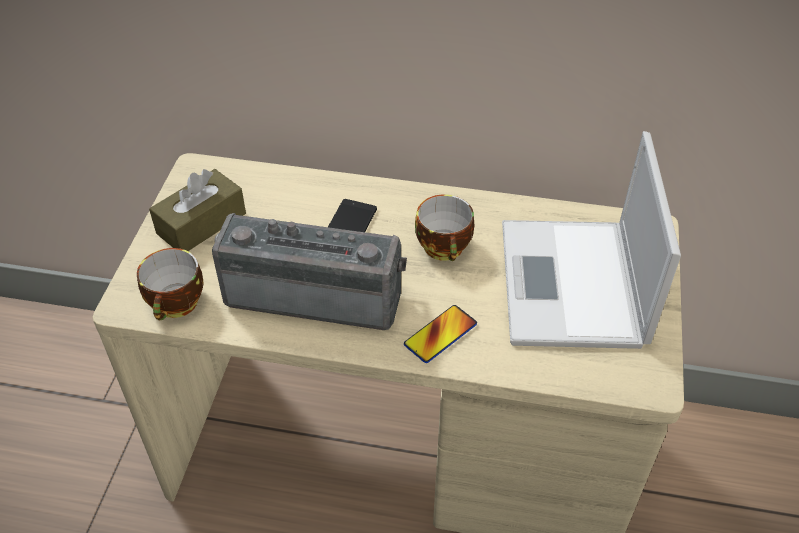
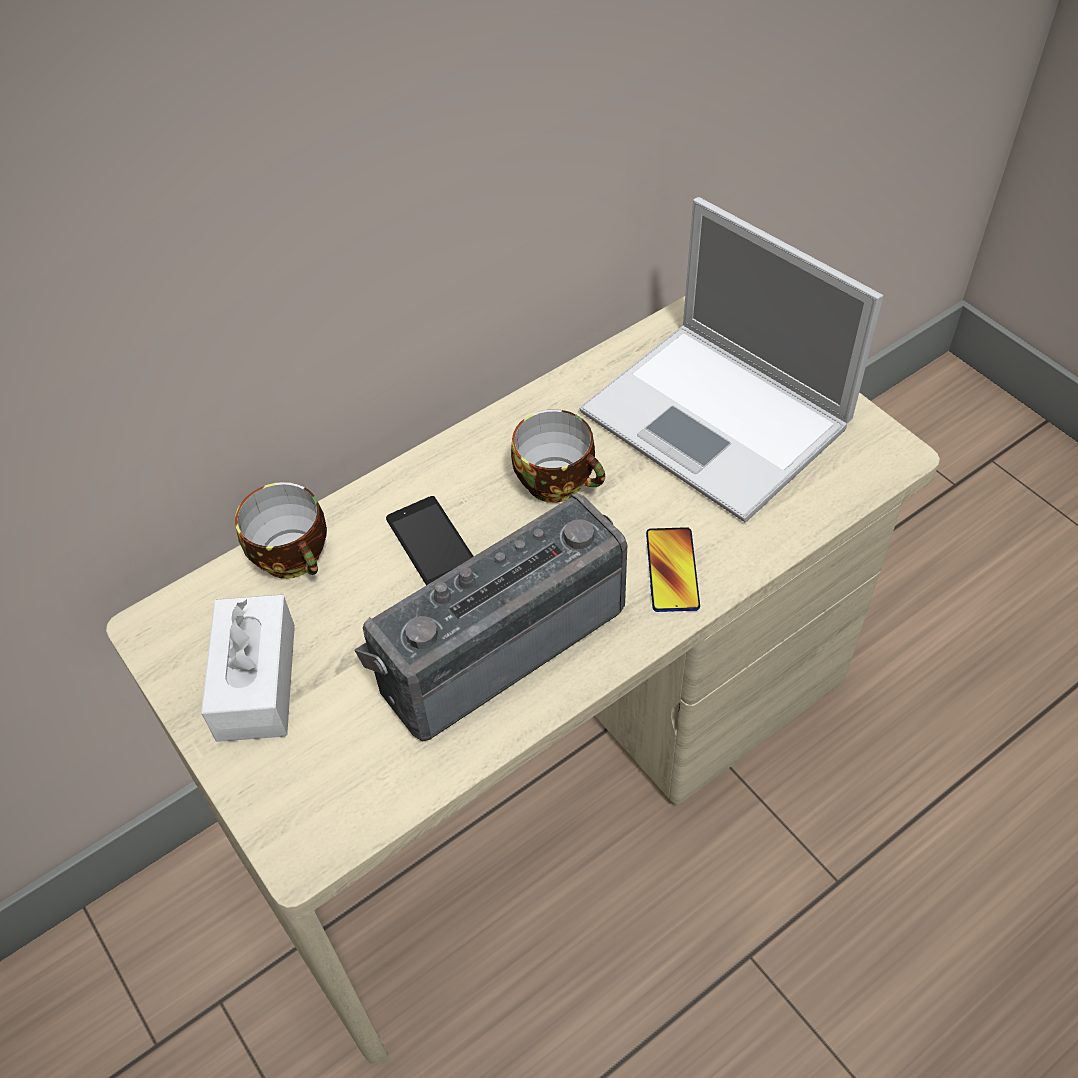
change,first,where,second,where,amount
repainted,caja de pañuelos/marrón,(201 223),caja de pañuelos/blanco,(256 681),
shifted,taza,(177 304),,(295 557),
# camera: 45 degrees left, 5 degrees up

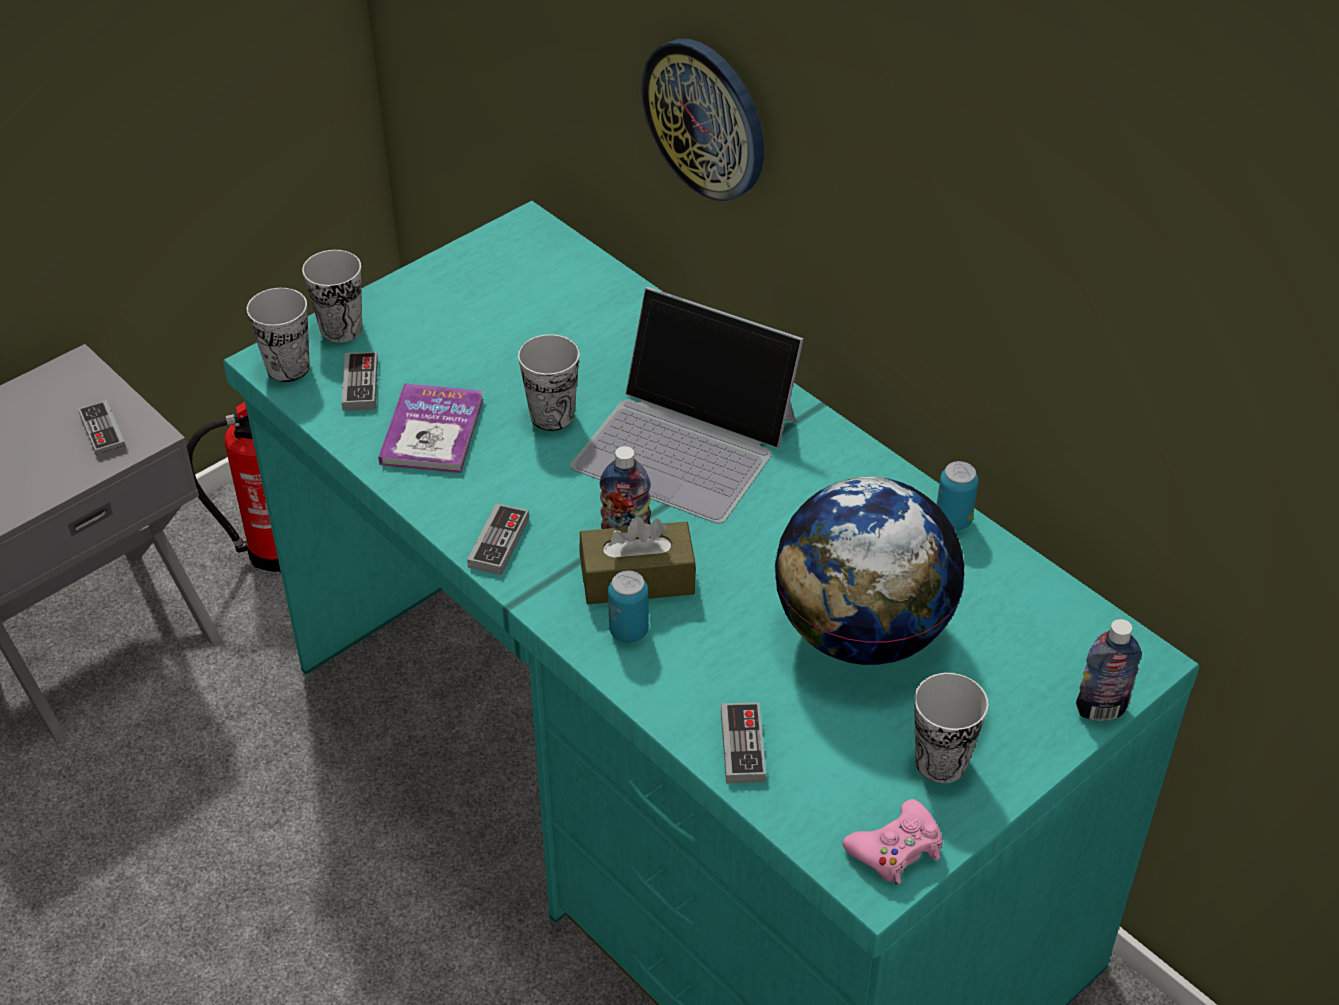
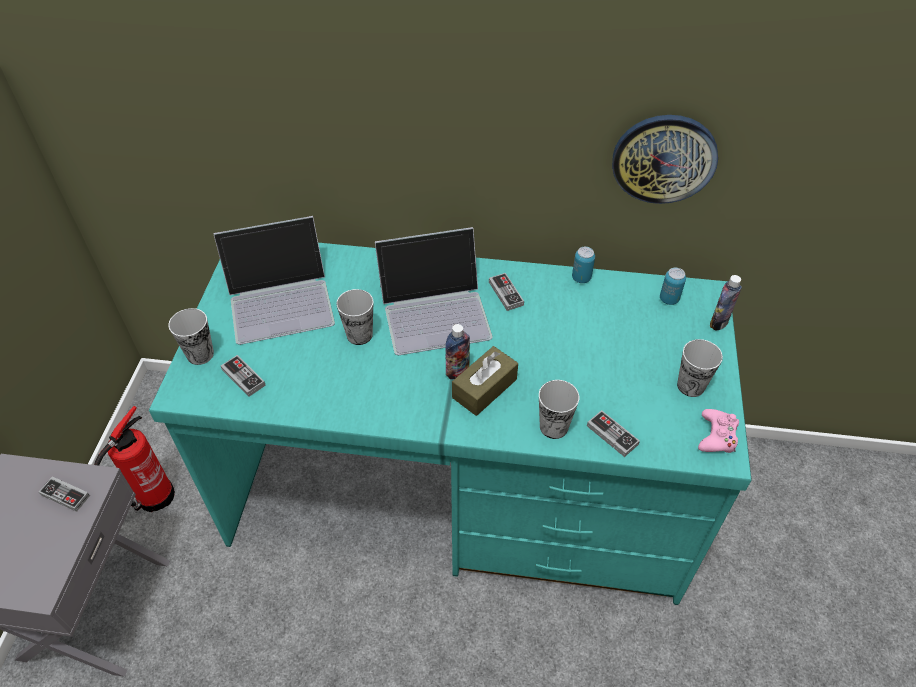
change,first,where,second,where,amount
new,,,portátil,(281 299),
shifted,mando de consola,(499 542),,(506 293),
shifted,taza,(288 368),,(553 427),
shifted,reloj de pared,(706 118),,(664 158),
shifted,lata,(629 631),,(669 299),
gone,libro,(432 431),,,
gone,globo terráqueo,(861 633),,,
# camera: 40 degrees left, 5 degrees up

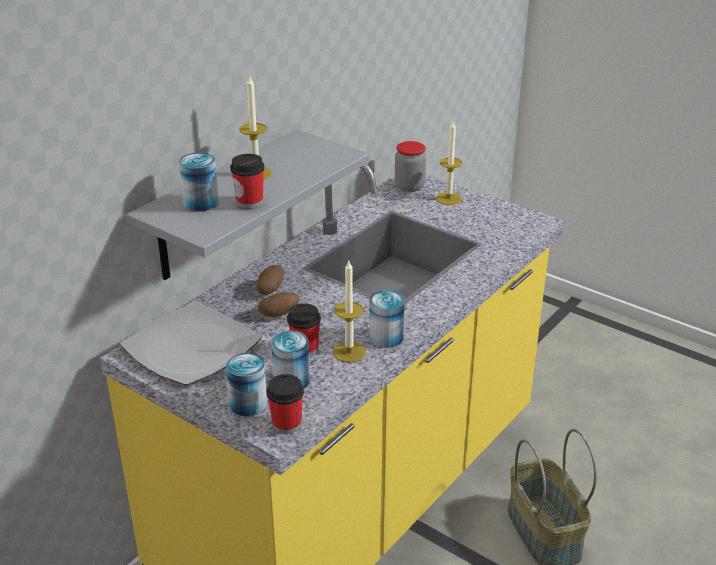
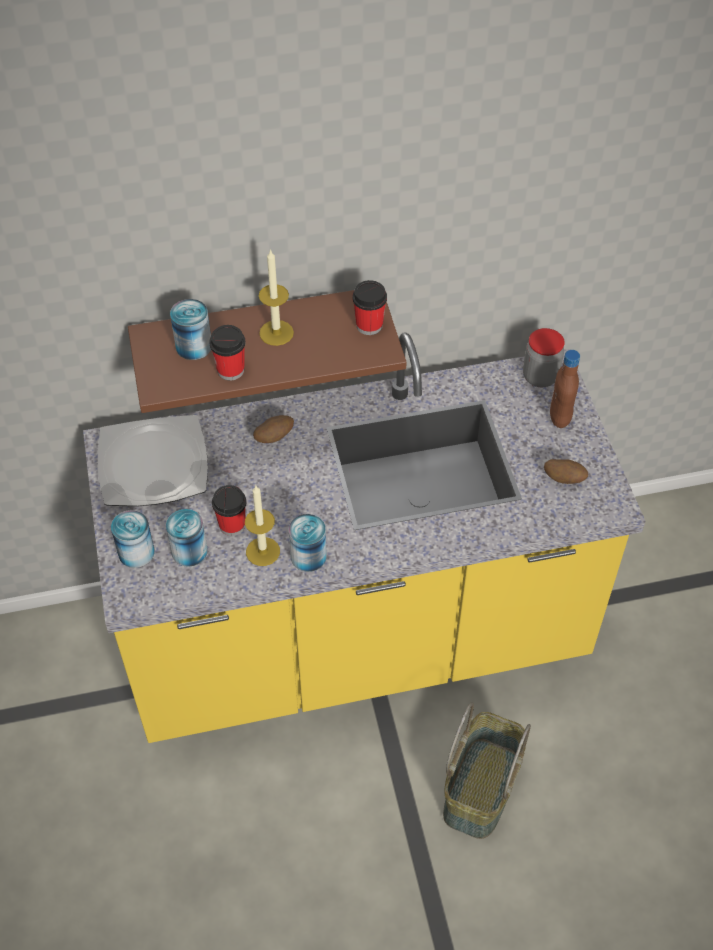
change,first,where,second,where,amount
repainted,estante/gris,(221 206),estante/marrón,(259 337),
shifted,taza,(286 424),,(369 325),
shifted,patata,(279 314),,(564 479),
swapped,vela,(448 198),botella/marrón,(560 417),
# camera: 40 degrees right, 20 degrees up

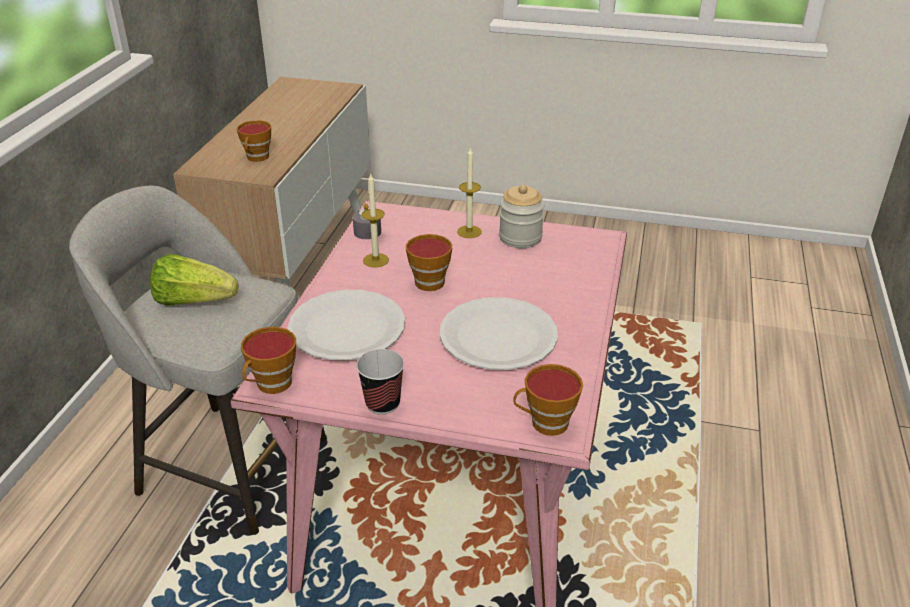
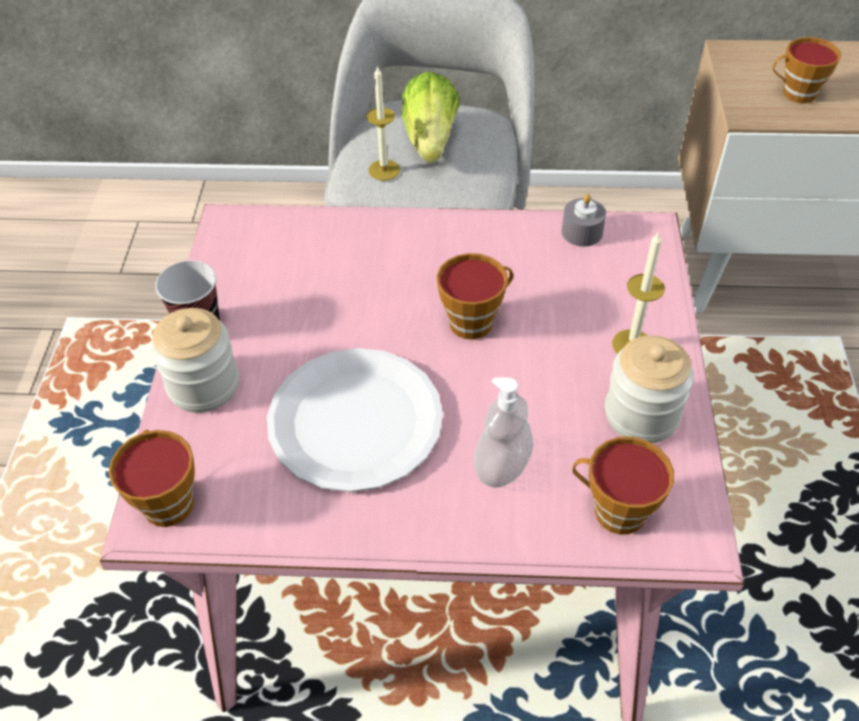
change,first,where,second,where,amount
new,,,tarro,(203 385),
shifted,vela,(376 260),,(384 170),
new,,,dispensador de jabón,(502 466),
shifted,taza,(271 385),,(613 510),
gone,plato/blanco,(347 327),,,
# camera: 80 degrees right, 15 degrees up

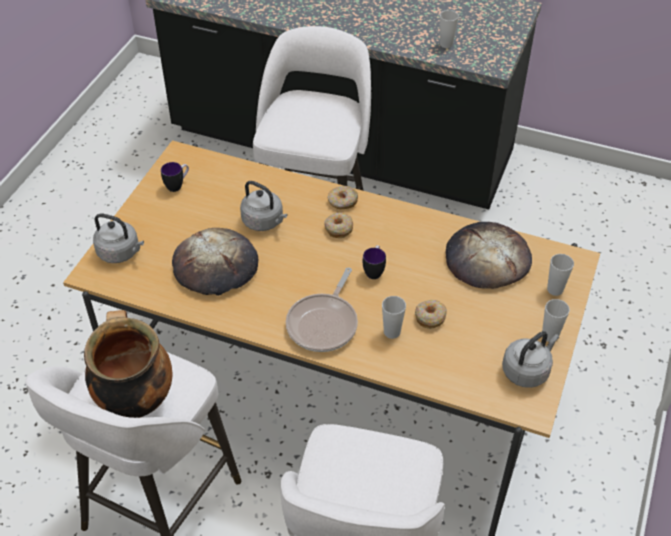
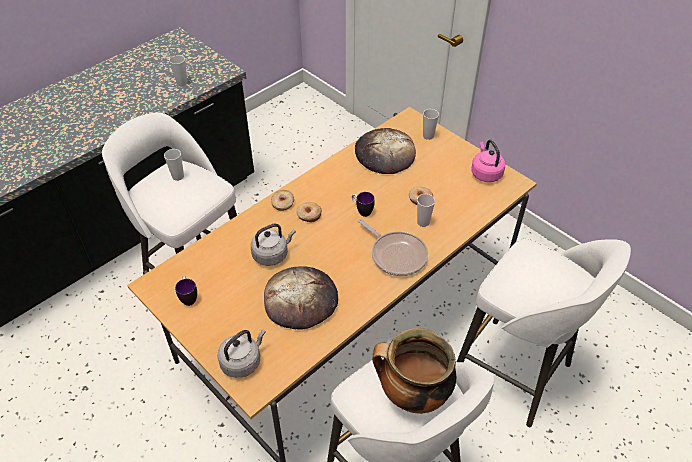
change,first,where,second,where,amount
shifted,taza,(550 335),,(178 176),
repainted,hervidor/gris,(527 371),hervidor/rosa,(485 173),
# camera: 65 degrees left, 0 degrees up

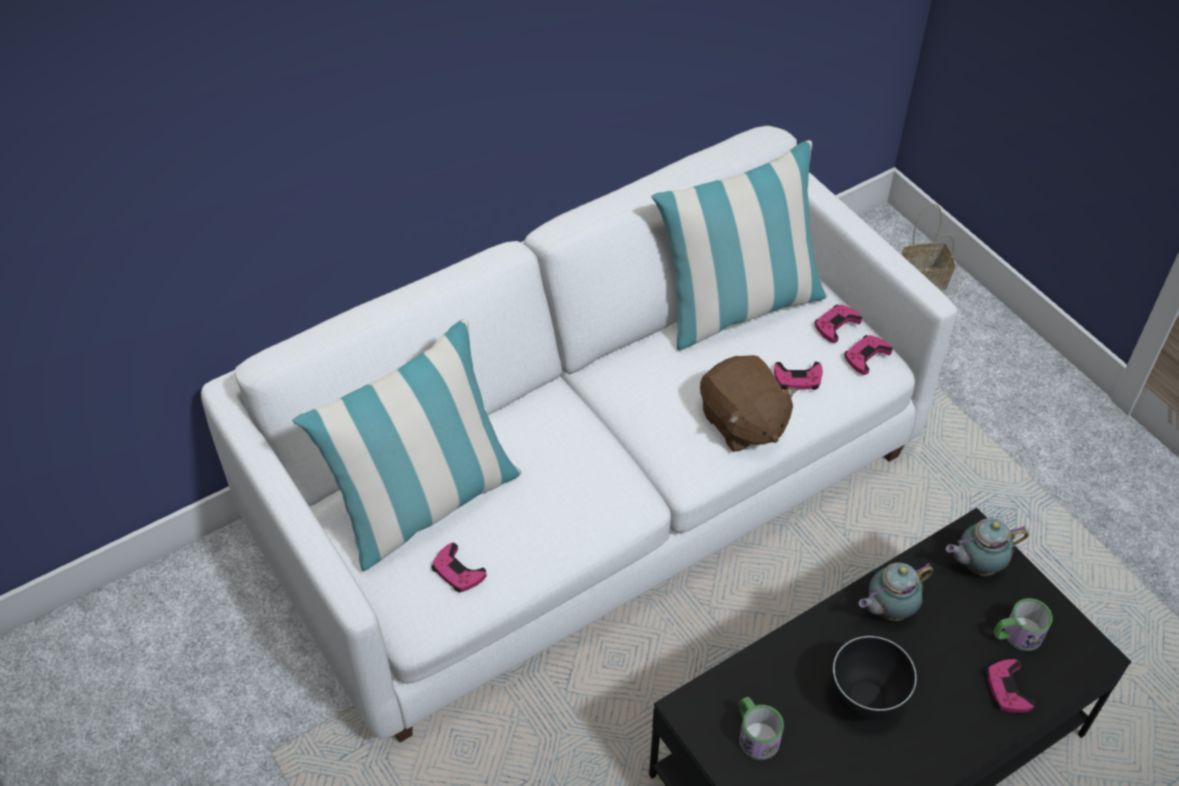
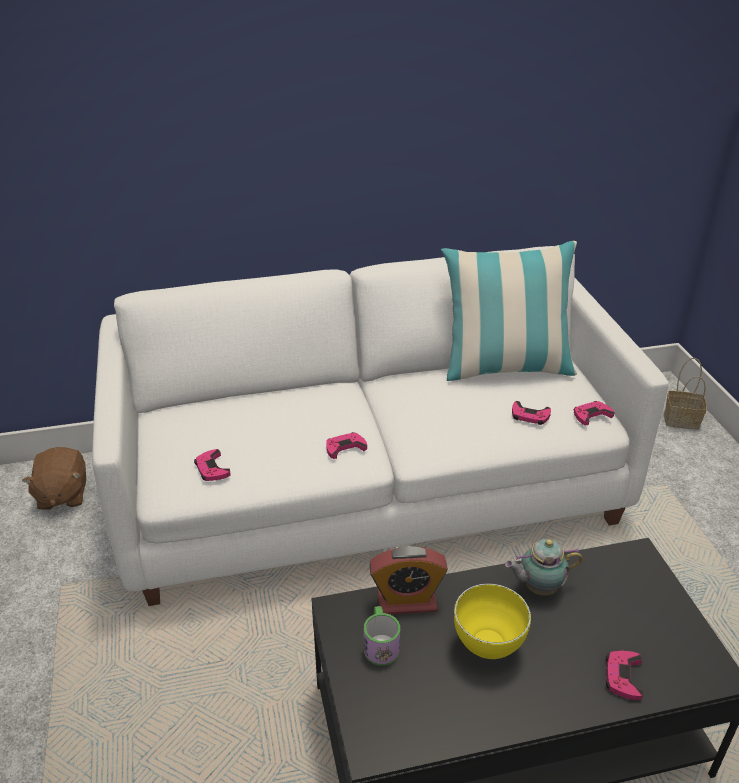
change,first,where,second,where,amount
shifted,peluche/marrón,(742 423),,(62 495),
shifted,mando de consola/rosa,(836 325),,(345 448),
new,,,despertador,(407 601),
repainted,cuenco/negro,(864 702),cuenco/amarillo,(486 648),
gone,cojín,(425 504),,,
gone,tetera,(977 565),,,
gone,taza grande,(1016 635),,,
# camera: 20 degrees right, 15 degrees down

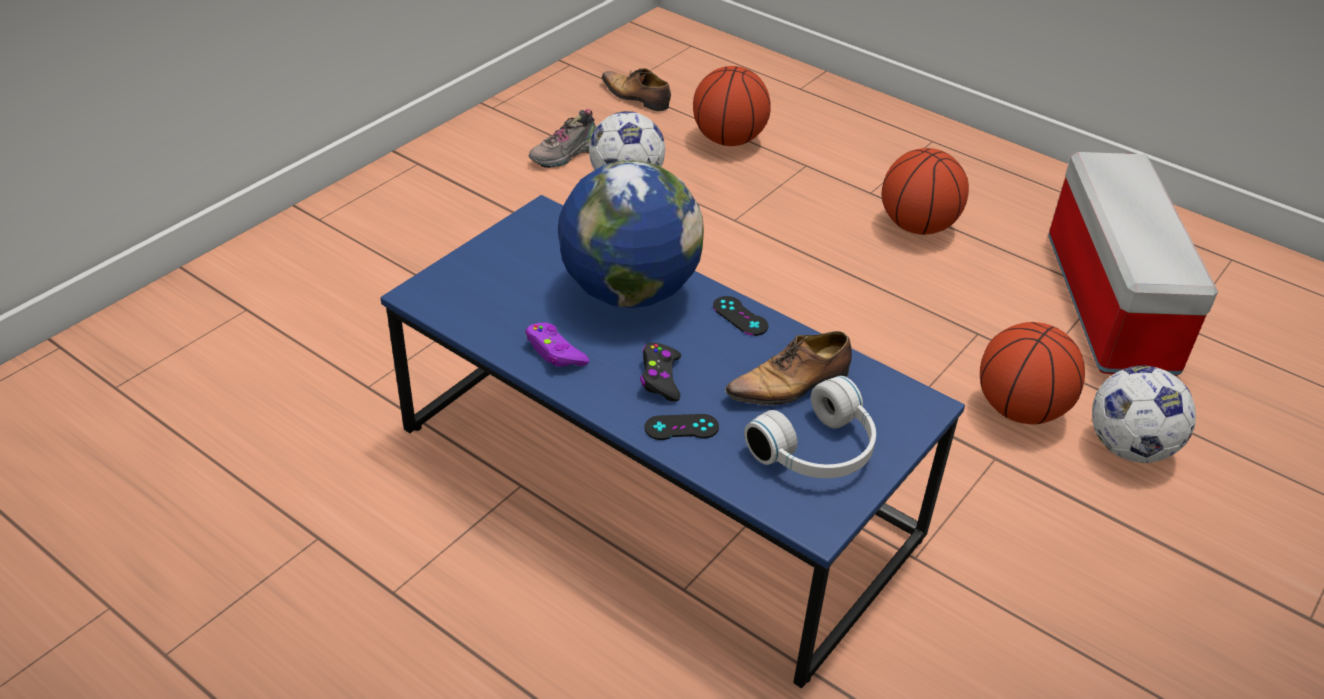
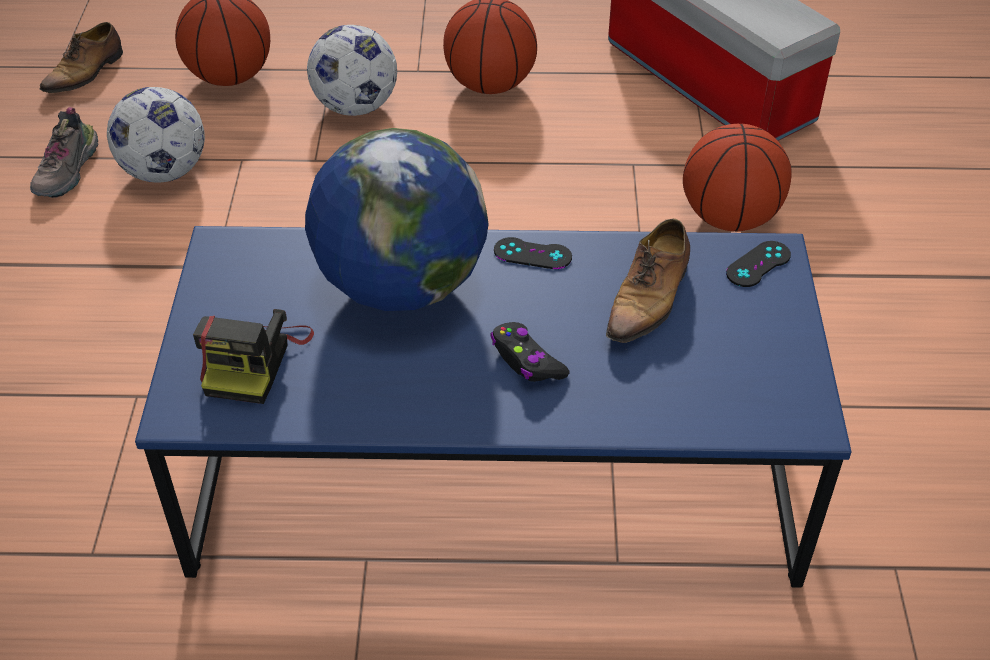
change,first,where,second,where,amount
rotated,zapato,(636 97),,(86 72),60 degrees counterclockwise
new,,,cámara,(254 359),
shifted,balón de fútbol,(1129 447),,(355 106),
shifted,mando de consola/negro,(681 427),,(758 264),
gone,mando de consola/morado,(555 352),,,
gone,auriculares/blanco,(819 452),,,
# camera: 35 degrees left, 5 degrees up

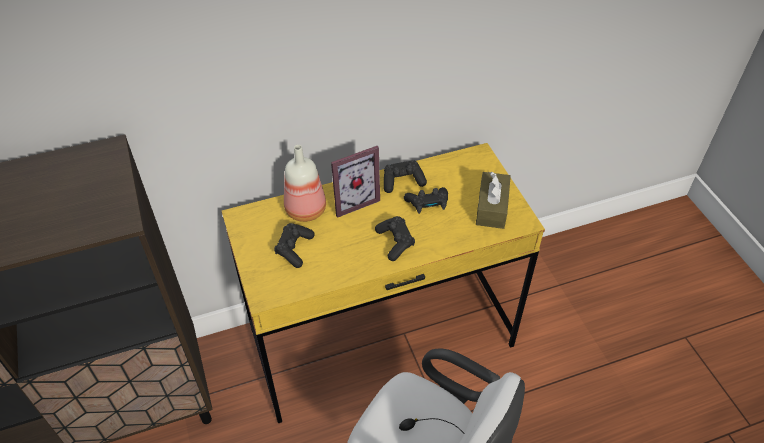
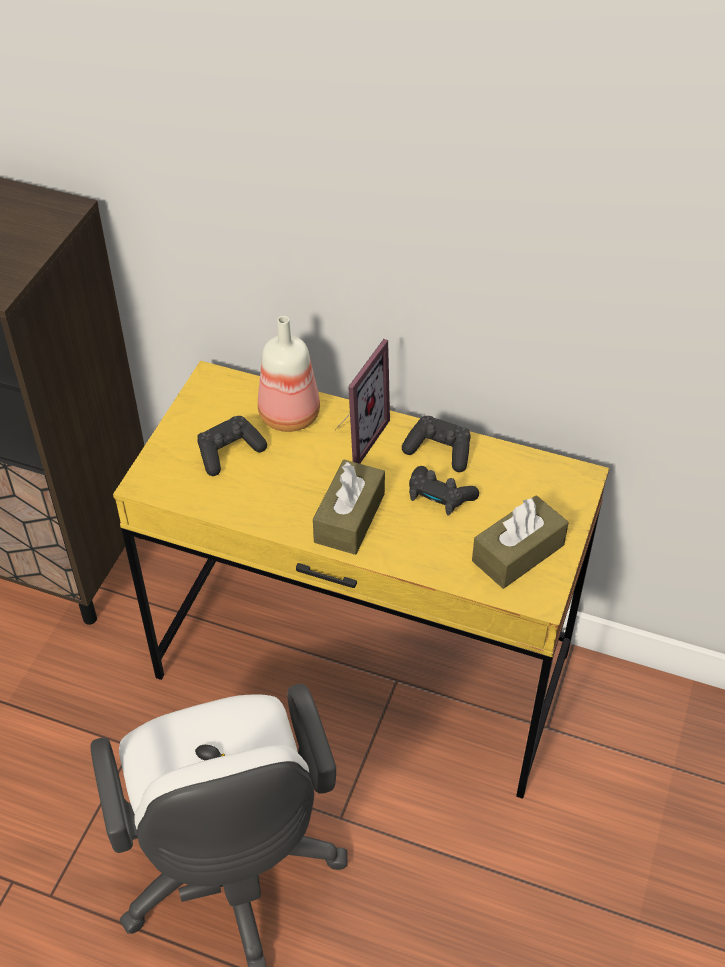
change,first,where,second,where,amount
swapped,mando de consola/negro,(395 242),caja de pañuelos/marrón,(349 518),
rotated,portarretratos,(352 200),,(355 436),75 degrees counterclockwise
# camera: 40 degrees right, 0 degrees up

